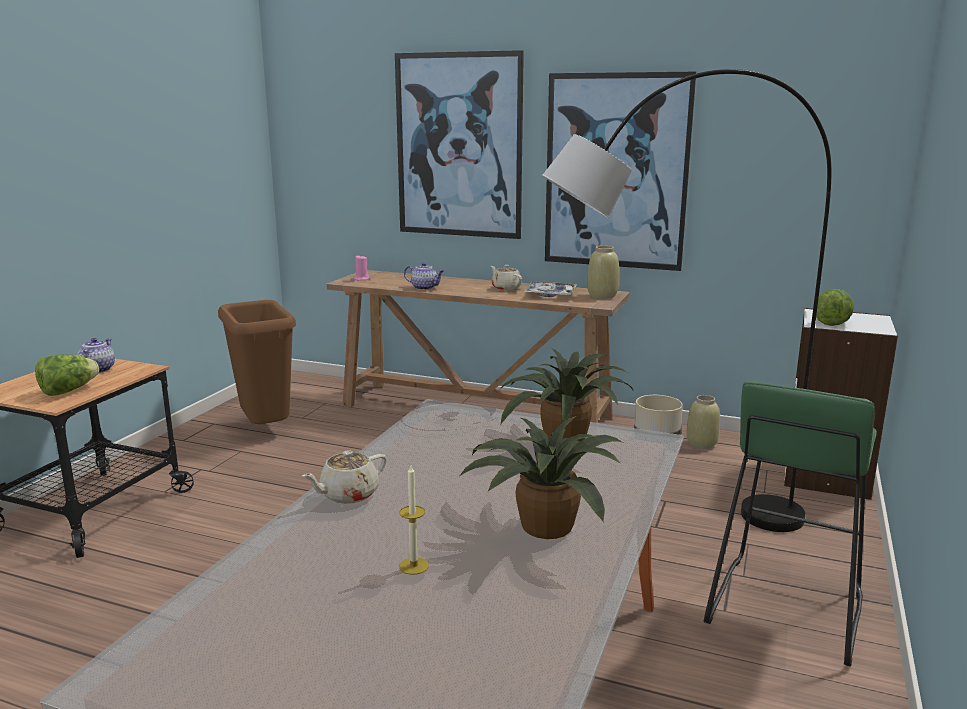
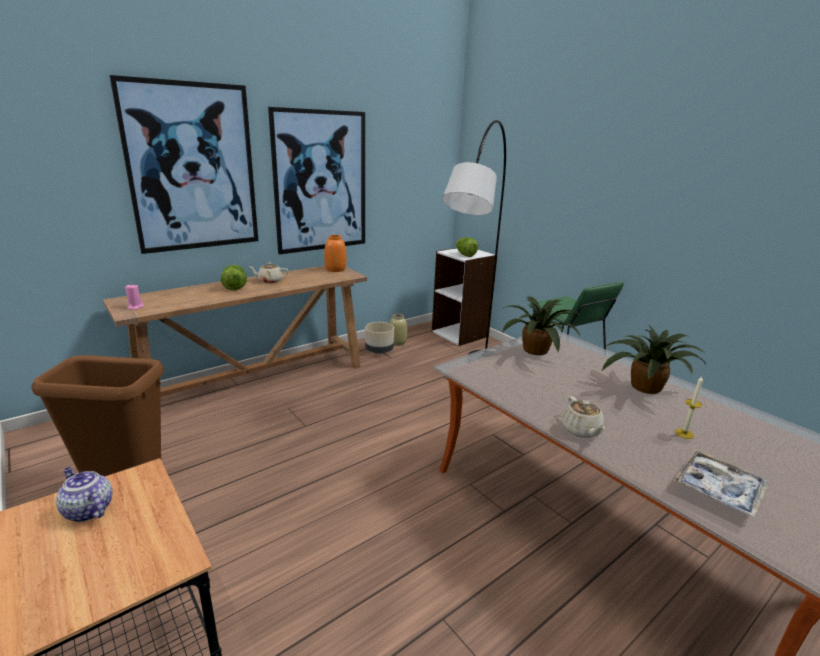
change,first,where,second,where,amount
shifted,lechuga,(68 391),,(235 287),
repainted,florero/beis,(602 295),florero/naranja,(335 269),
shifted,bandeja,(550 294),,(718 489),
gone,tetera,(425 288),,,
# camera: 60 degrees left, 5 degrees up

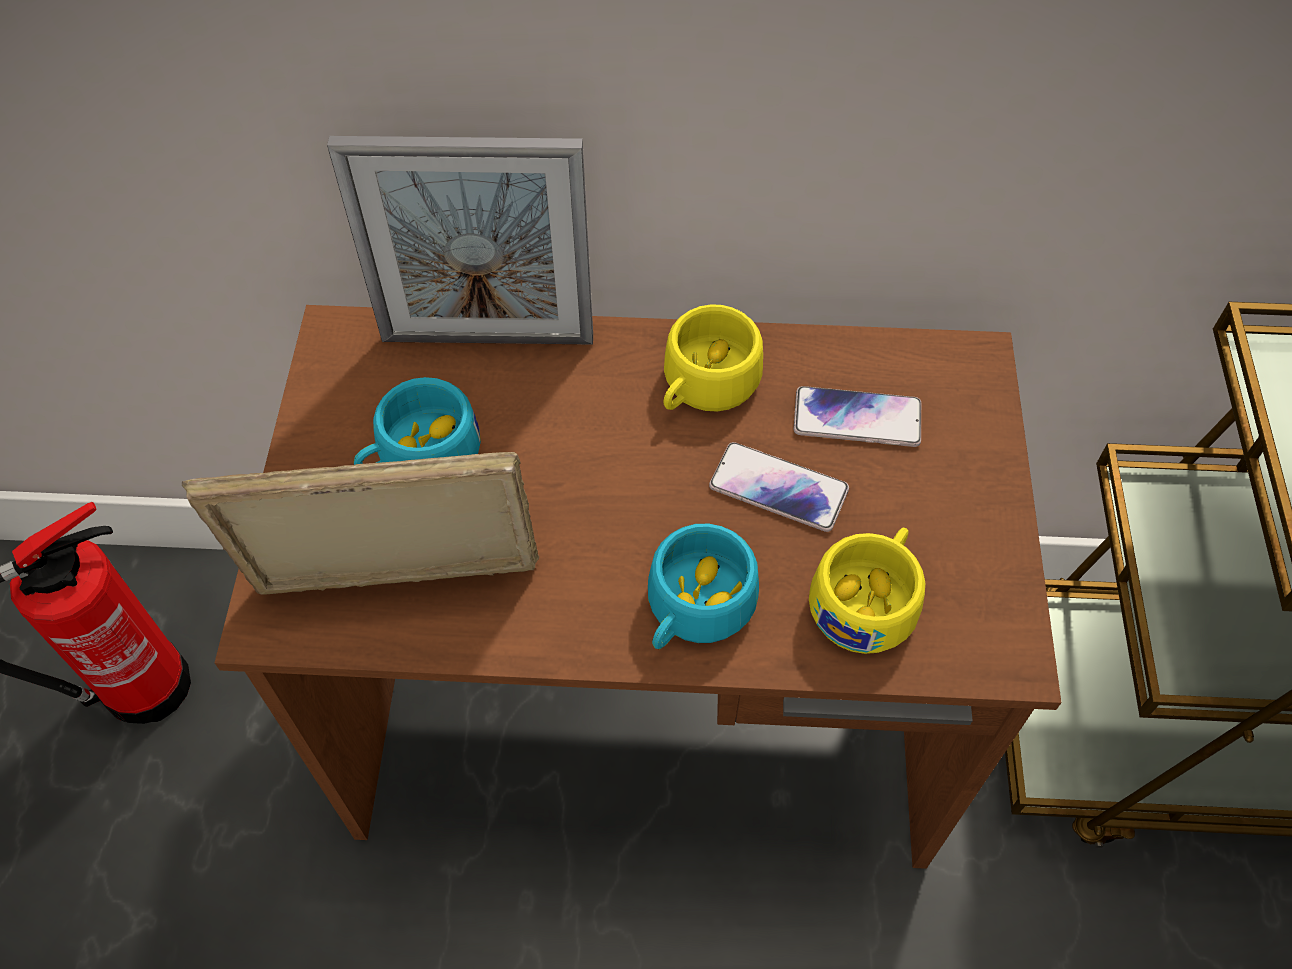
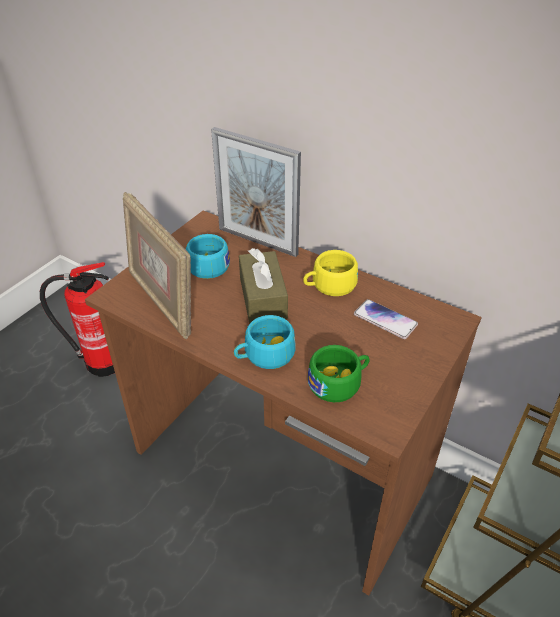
change,first,where,second,where,amount
rotated,portarretratos,(398 585),,(162 302),150 degrees counterclockwise
new,,,caja de pañuelos/marrón,(263 298),
repainted,taza/amarillo,(868 599),taza/verde,(339 382),
gone,móvil,(778 488),,,
# camera: 30 degrees right, 15 degrees down

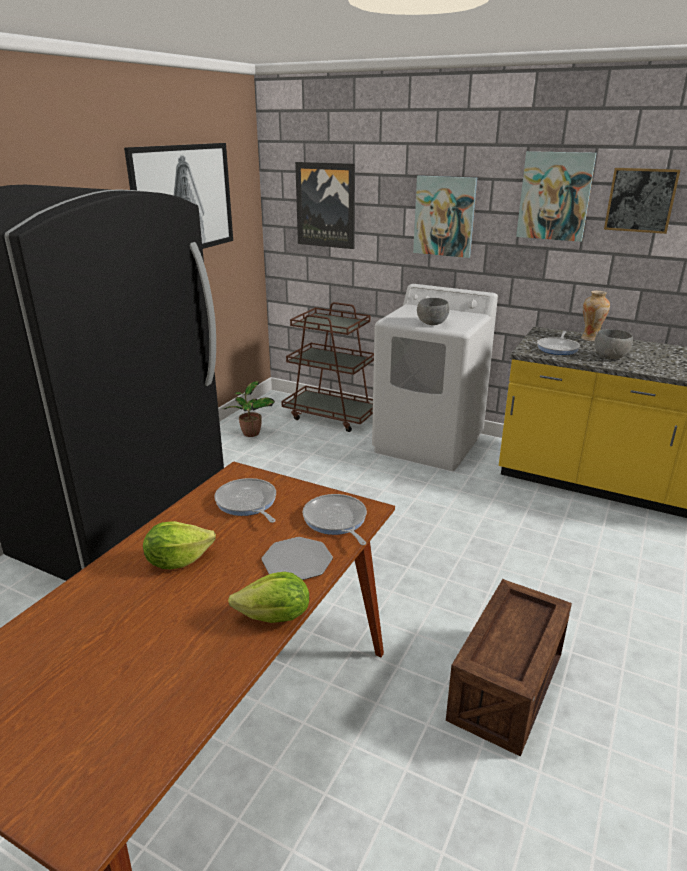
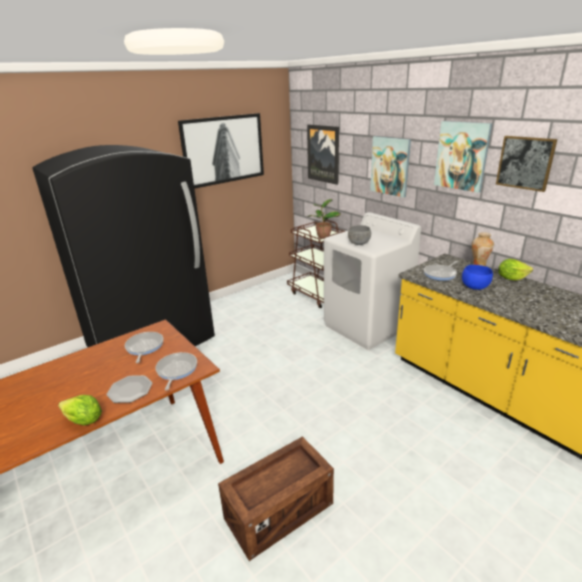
change,first,where,second,where,amount
shifted,planta en maceta,(250 434),,(323 237),
repainted,cuenco/gris,(610 357),cuenco/azul,(475 287),
shifted,lechuga,(177 561),,(511 278),
# camera: 25 degrees right, 0 degrees up

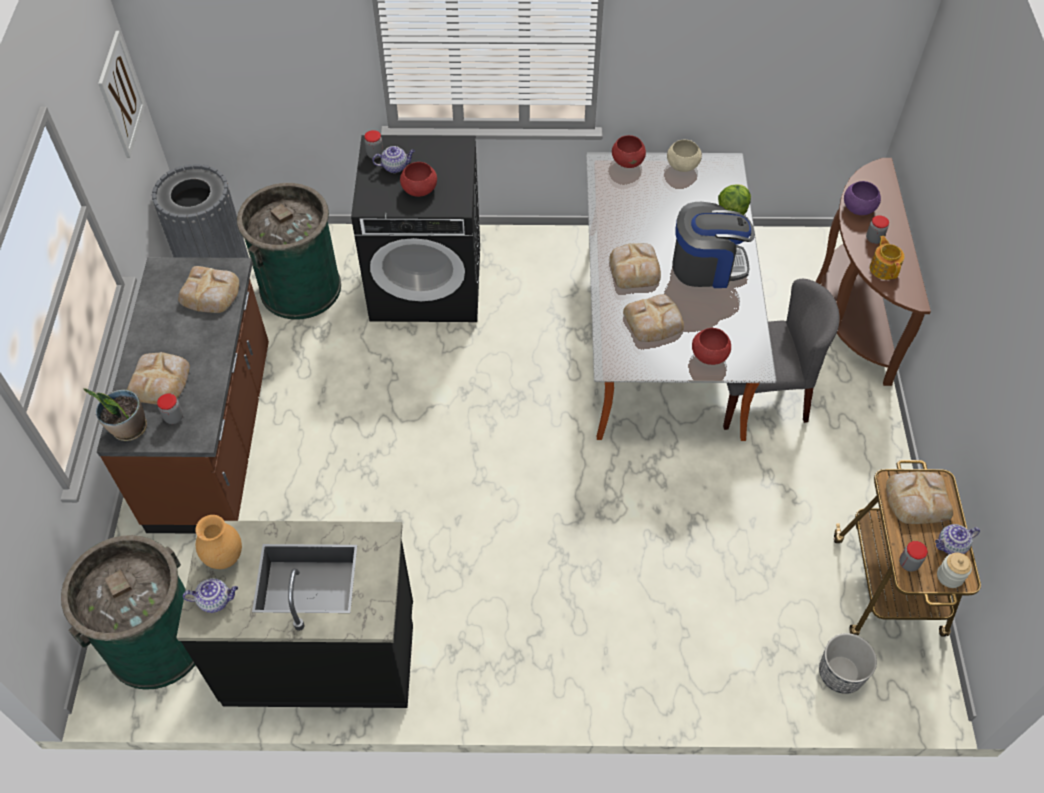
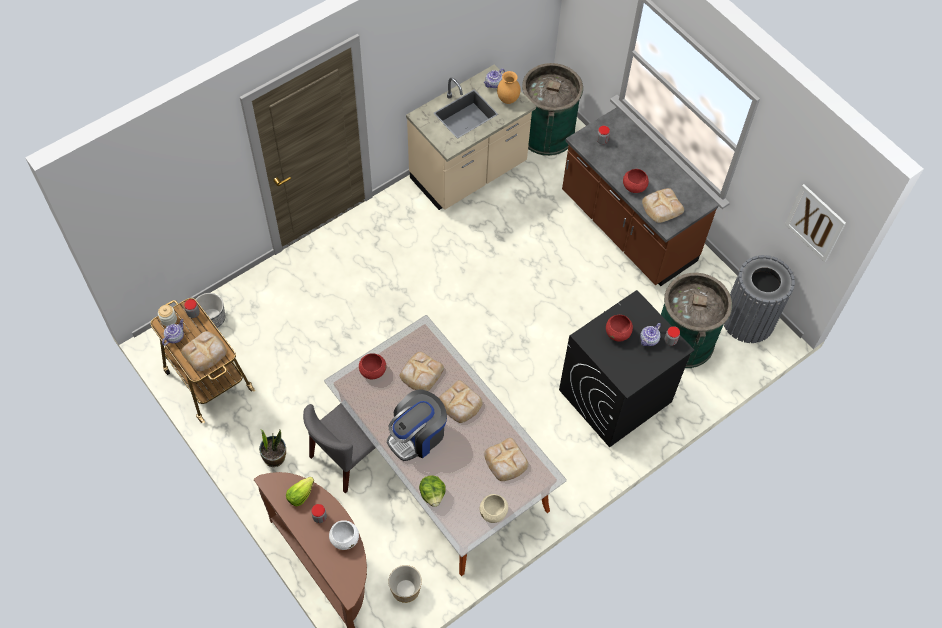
change,first,where,second,where,amount
shifted,planta en maceta,(129 428),,(275 457),
swapped,tetera,(884 268),lechuga,(300 495),
repainted,cuenco/morado,(858 208),cuenco/blanco,(344 538),
new,,,maceta,(405 589),
repainted,mueble bajo de cocina/negro,(321 654),mueble bajo de cocina/beis,(469 173),
shifted,pan,(160 381),,(506 461),
shifted,cuenco/rojo,(628 161),,(634 187),
# camera: 140 degrees right, 5 degrees up

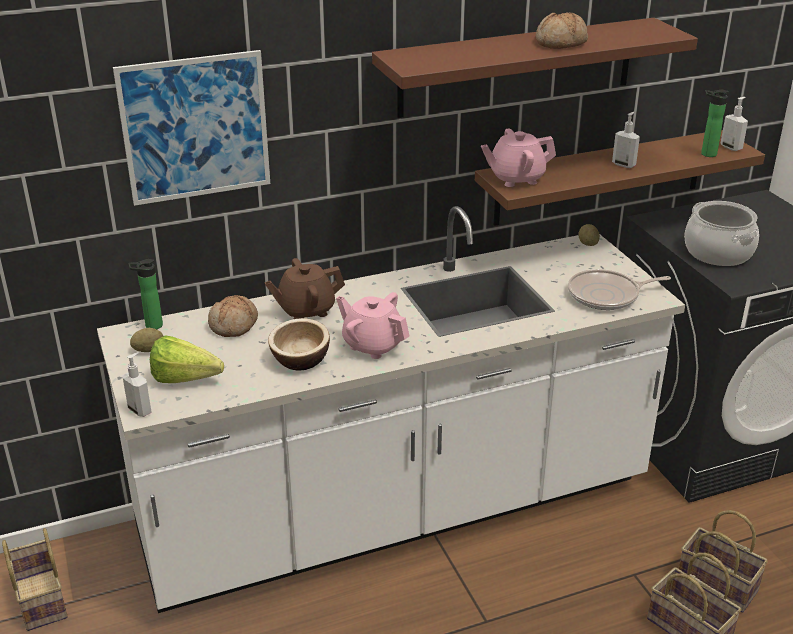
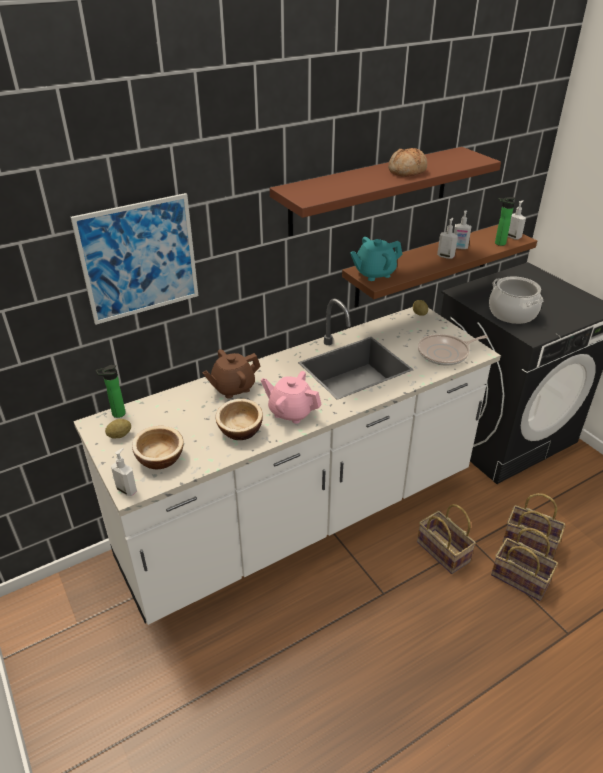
change,first,where,second,where,amount
swapped,lechuga,(190 381),cuenco,(160 459),
repainted,tetera/rosa,(516 178),tetera/turquesa,(374 273),
shifted,cesta,(39 598),,(441 551),
new,,,dispensador de jabón,(459 247),
gone,pan,(234 325),,,
# camera: 10 degrees left, 5 degrees up

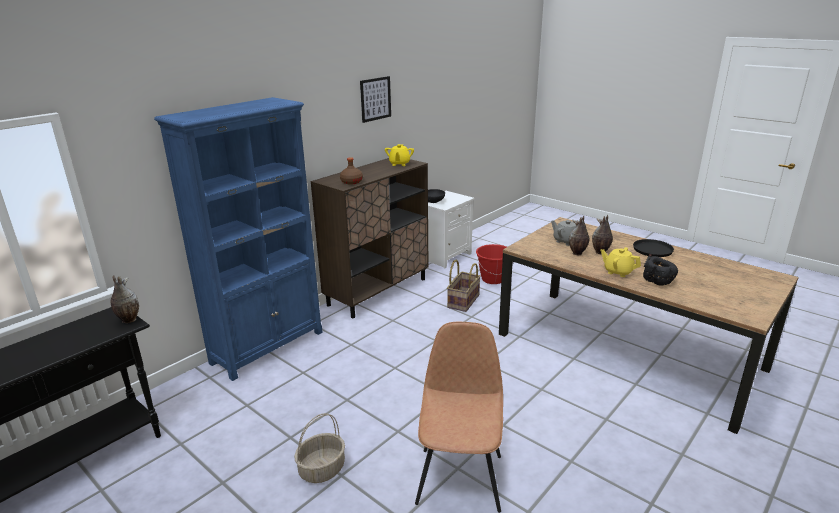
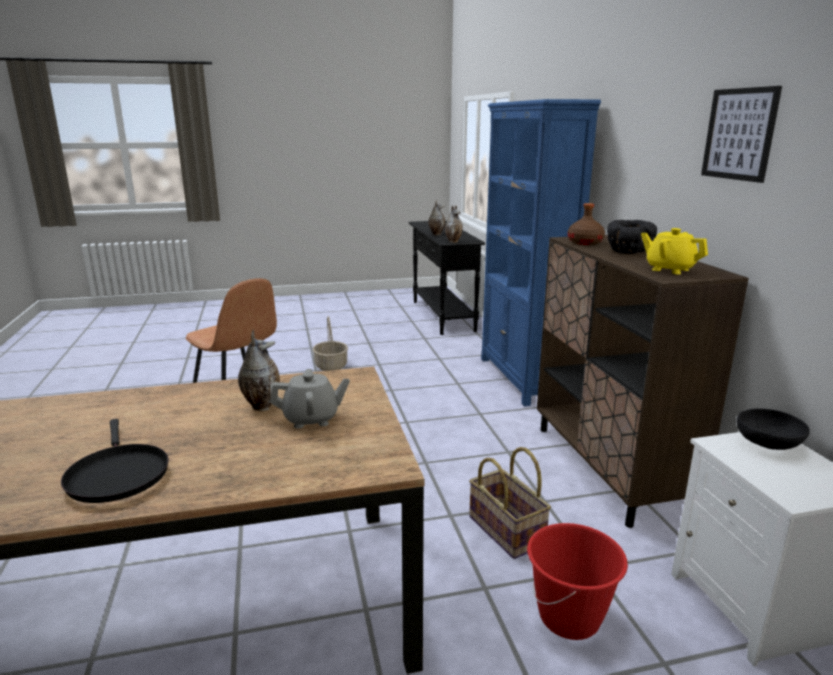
change,first,where,second,where,amount
shifted,florero,(600 252),,(436 234),
shifted,cuenco/negro,(658 281),,(628 252),
gone,tetera/amarillo,(618 272),,,
# camera: 125 degrees right, 5 degrees down

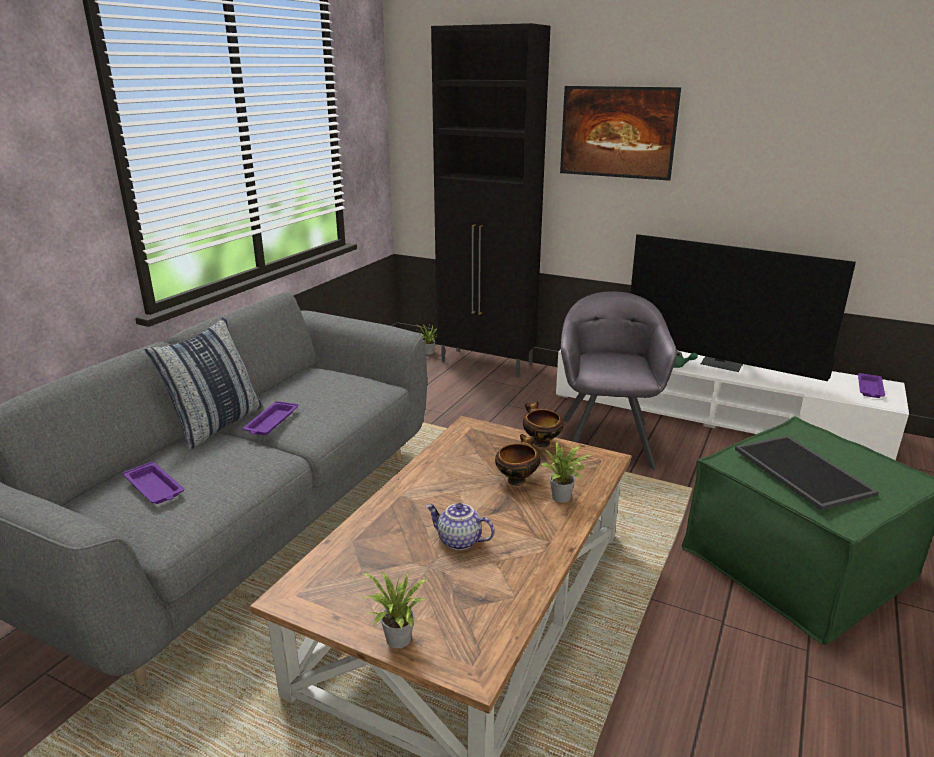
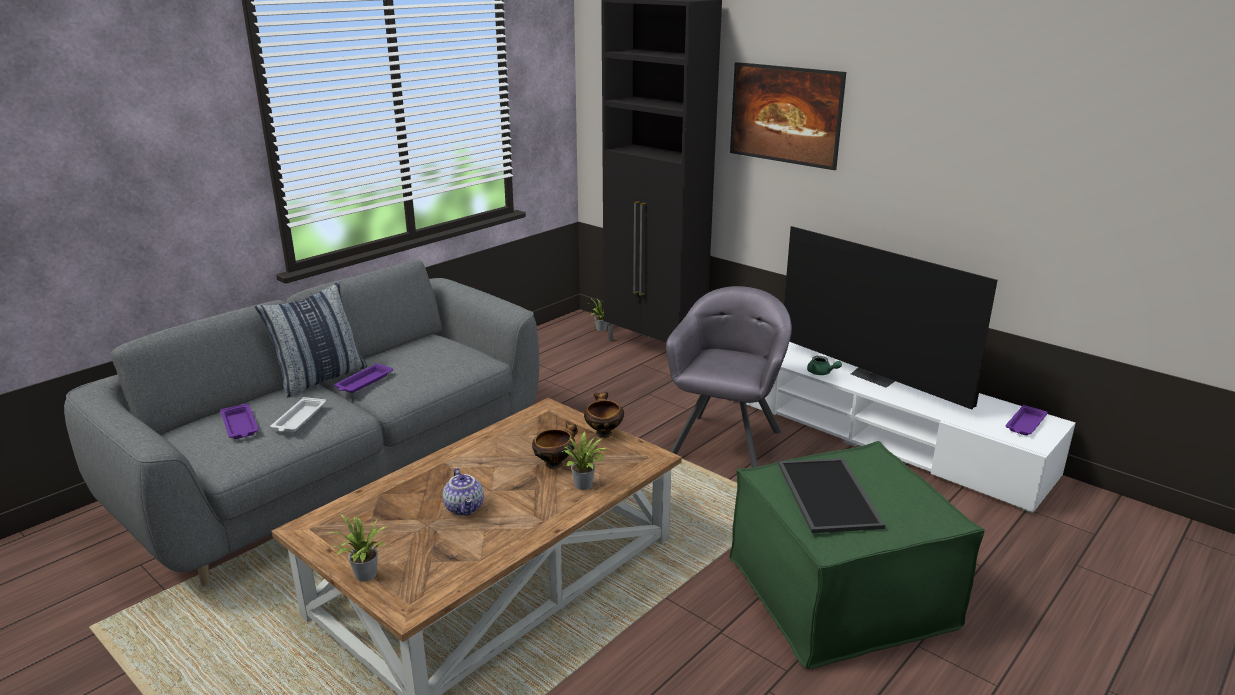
change,first,where,second,where,amount
new,,,bandeja/blanco,(299 419),
rotated,tetera,(458 541),,(465 508),150 degrees counterclockwise
# camera: 15 degrees right, 0 degrees up

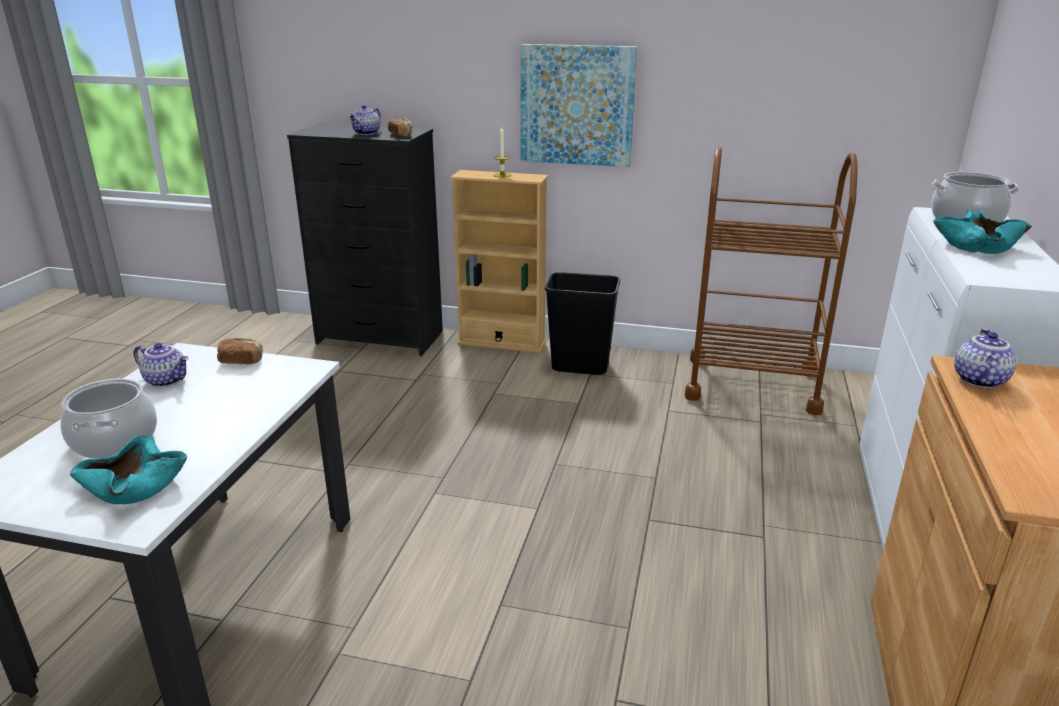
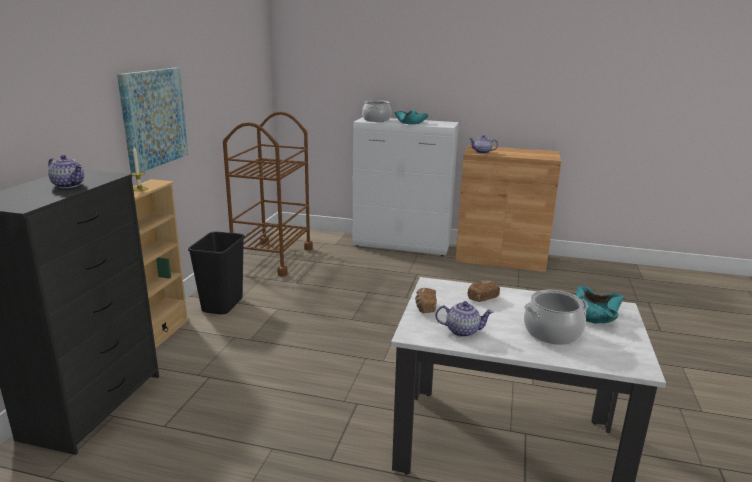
change,first,where,second,where,amount
rotated,tetera,(167 380),,(462 331),75 degrees clockwise
shifted,pan,(401 135),,(482 298),
# camera: 90 degrees left, 5 degrees down

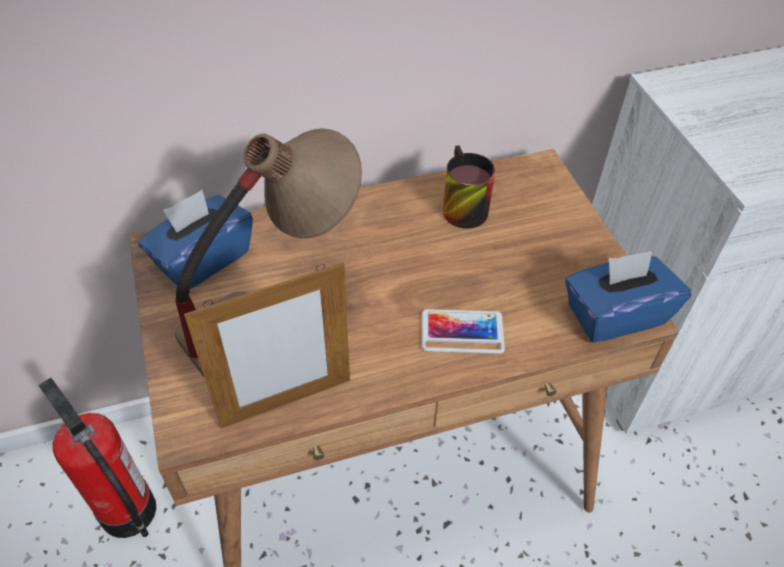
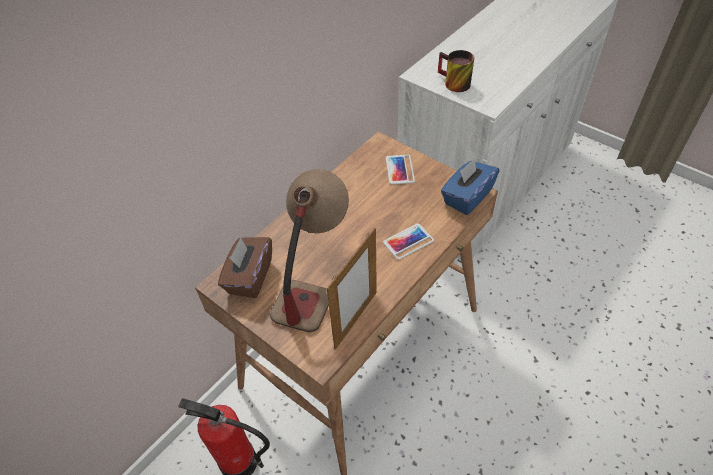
change,first,where,second,where,amount
repainted,caja de pañuelos/azul,(202 259),caja de pañuelos/marrón,(249 277),
new,,,móvil,(400 170),
shifted,taza grande,(458 206),,(452 83),
# camera: 30 degrees left, 0 degrees up

